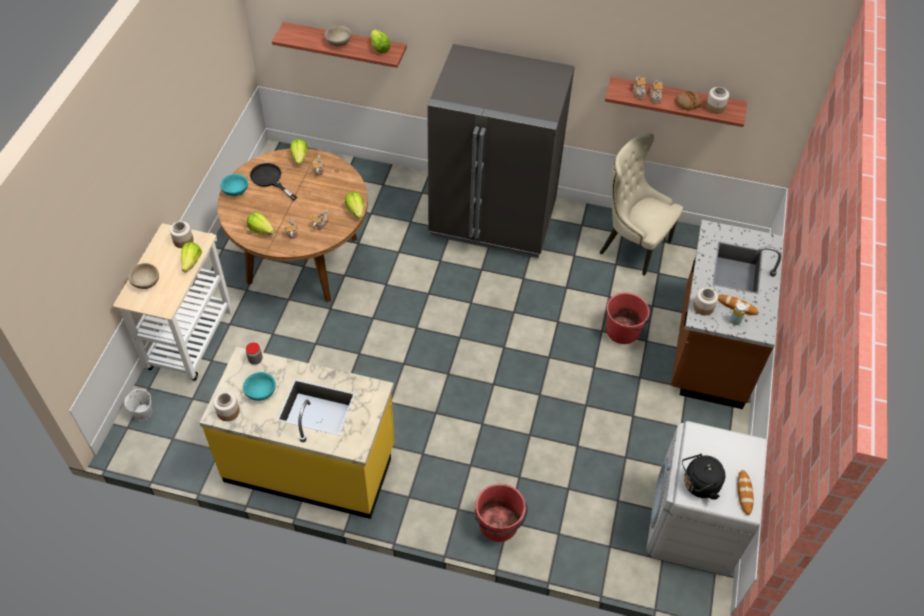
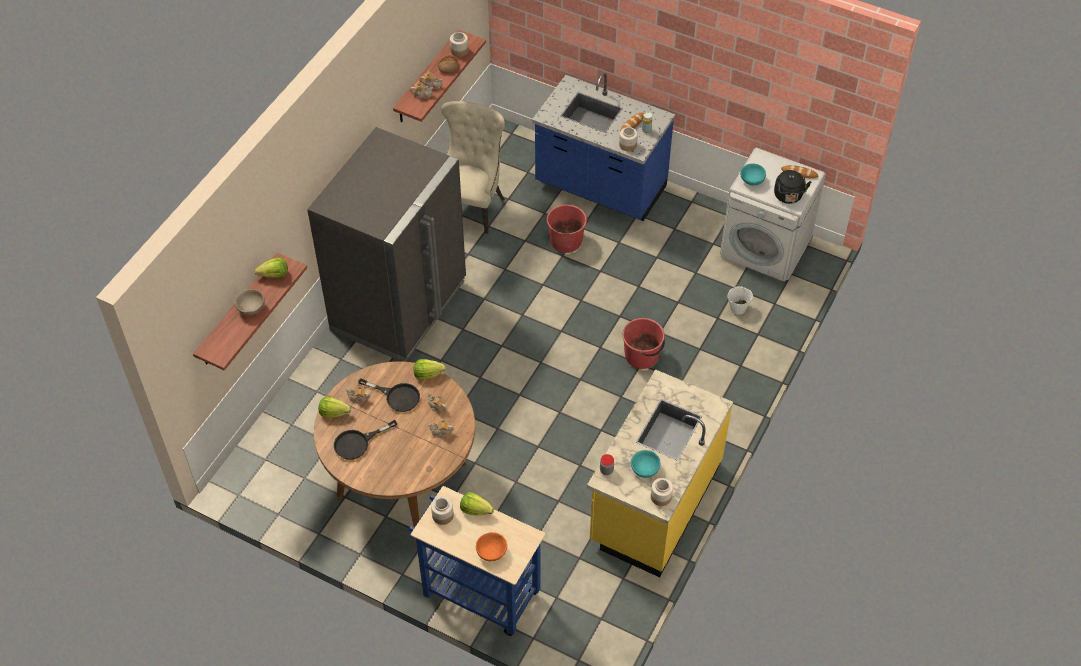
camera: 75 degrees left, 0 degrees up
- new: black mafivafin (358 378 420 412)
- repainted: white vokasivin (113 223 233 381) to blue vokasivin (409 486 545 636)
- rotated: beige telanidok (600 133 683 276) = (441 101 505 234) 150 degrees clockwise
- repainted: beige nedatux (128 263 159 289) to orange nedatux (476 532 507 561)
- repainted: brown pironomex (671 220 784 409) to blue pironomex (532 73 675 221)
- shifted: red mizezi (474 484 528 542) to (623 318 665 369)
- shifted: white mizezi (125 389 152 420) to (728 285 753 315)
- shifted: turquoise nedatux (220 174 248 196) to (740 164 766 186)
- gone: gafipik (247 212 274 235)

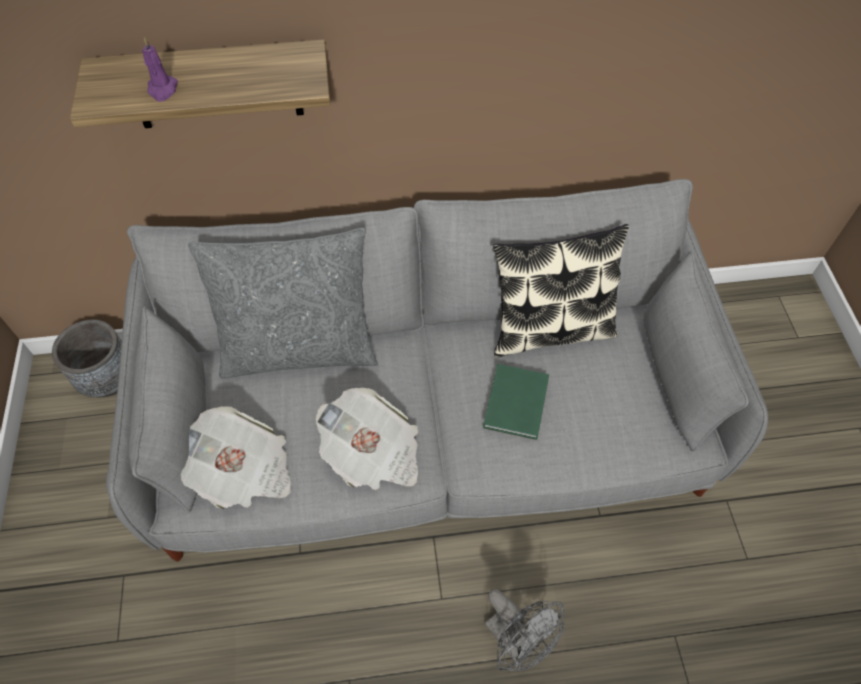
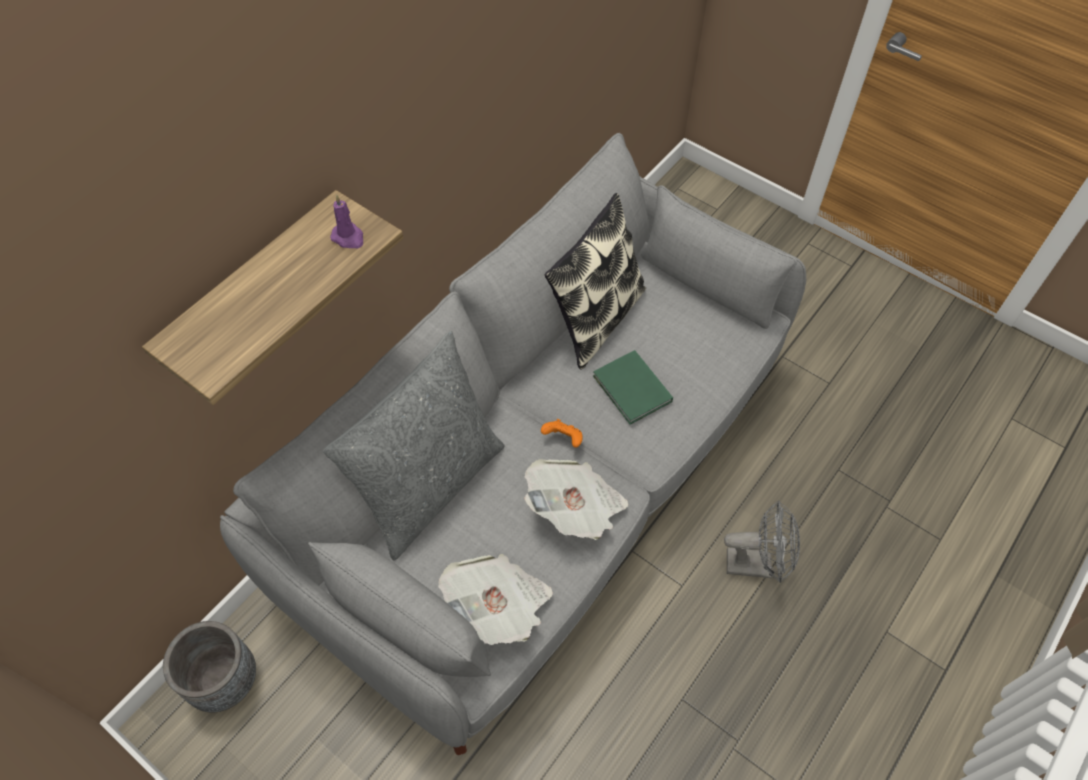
camera: 45 degrees left, 0 degrees up
- shifted: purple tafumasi (142 37 178 102) to (330 195 363 248)
- new: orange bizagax (541 419 583 447)

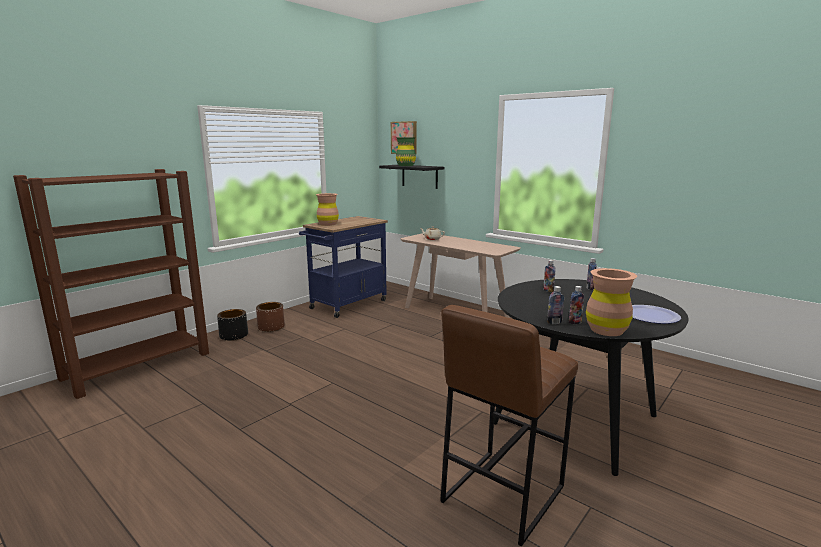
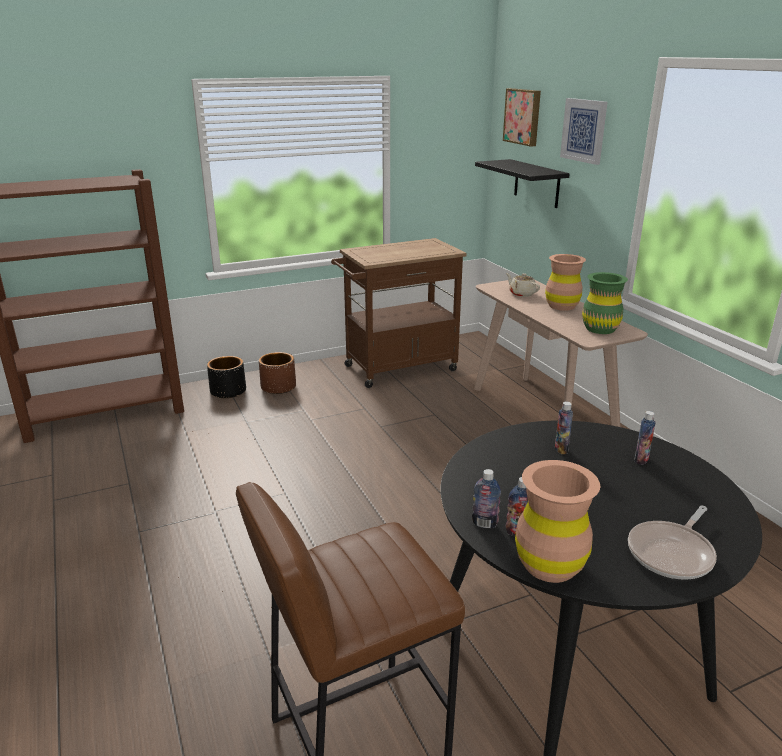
camera: 25 degrees right, 10 degrees up
- repainted: blue vokasivin (299 216 388 318) to brown vokasivin (331 238 467 388)
- shifted: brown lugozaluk (316 193 339 226) to (545 254 586 311)
- new: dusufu (560 98 608 165)
- shifted: green lugozaluk (396 137 416 166) to (582 272 628 334)
- swapped: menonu (632 305 681 324) to mafivafin (628 506 717 580)

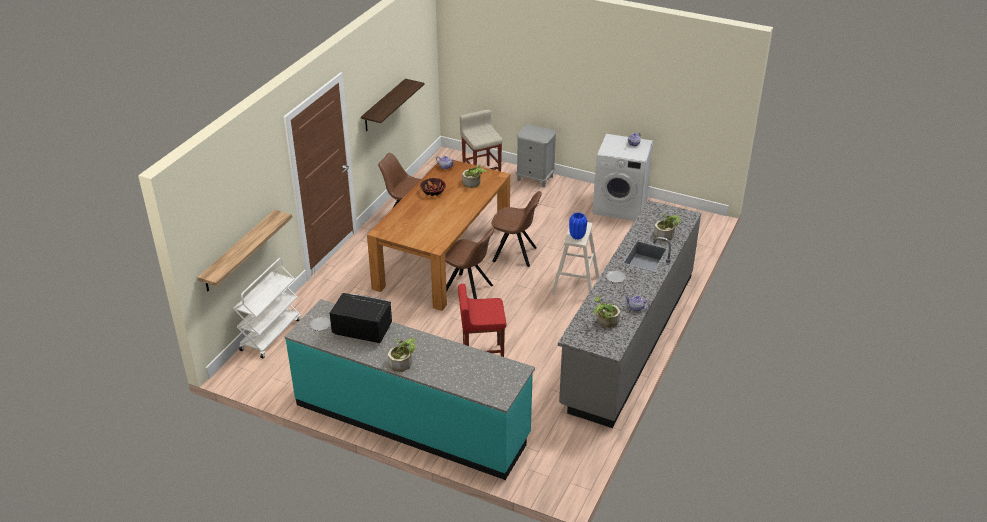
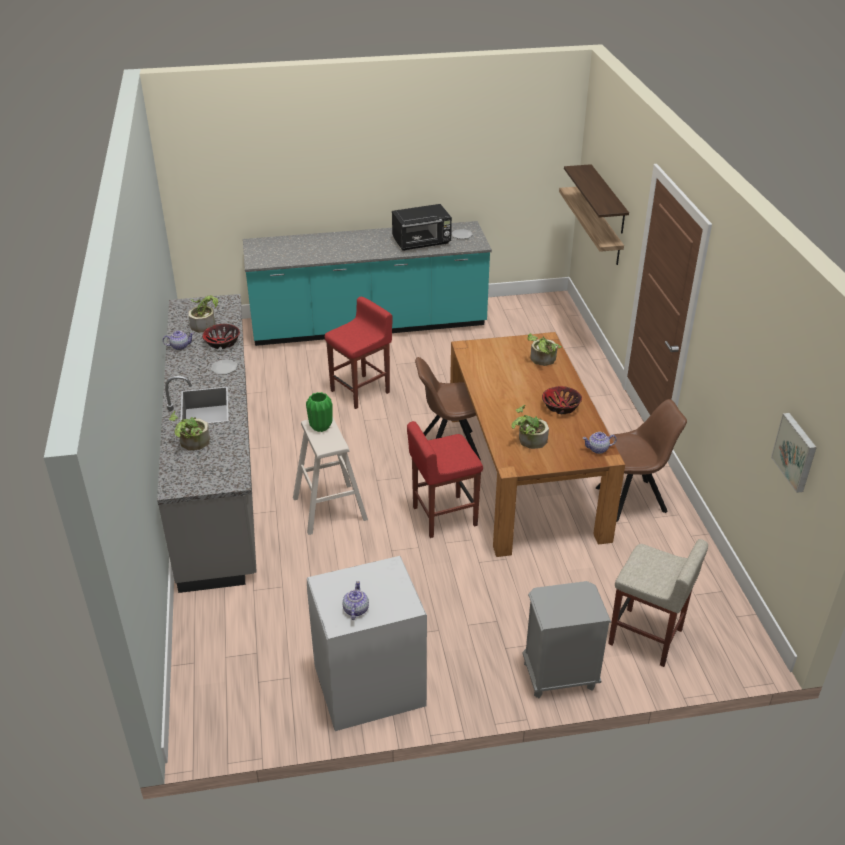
camera: 145 degrees right, 0 degrees up
- new: nedatux (202 324 240 349)
- repainted: blue lugozaluk (569 212 587 240) to green lugozaluk (306 392 333 432)
- swapped: brown telanidok (492 191 542 267) to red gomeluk (407 421 483 538)
- shifted: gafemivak (388 338 416 372) to (527 333 562 366)
- shifted: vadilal (361 79 424 131) to (564 164 629 234)
- new: dusufu (771 413 817 493)
- gone: white vokasivin (233 258 301 359)

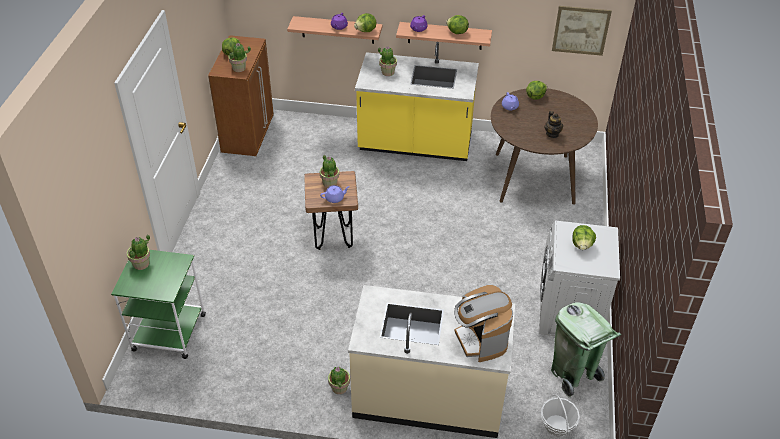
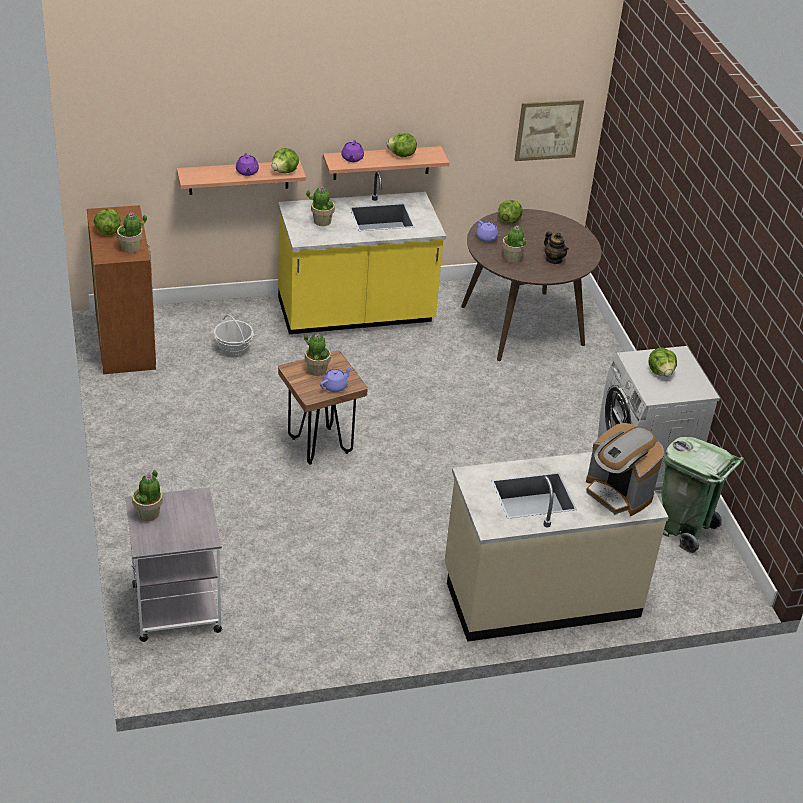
camera: 25 degrees left, 5 degrees down
- repainted: green vokasivin (111 250 206 359) to grey vokasivin (125 487 222 642)
- shifted: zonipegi (541 394 580 437) to (214 315 254 357)
- shifted: gafemivak (328 367 350 394) to (502 225 526 262)

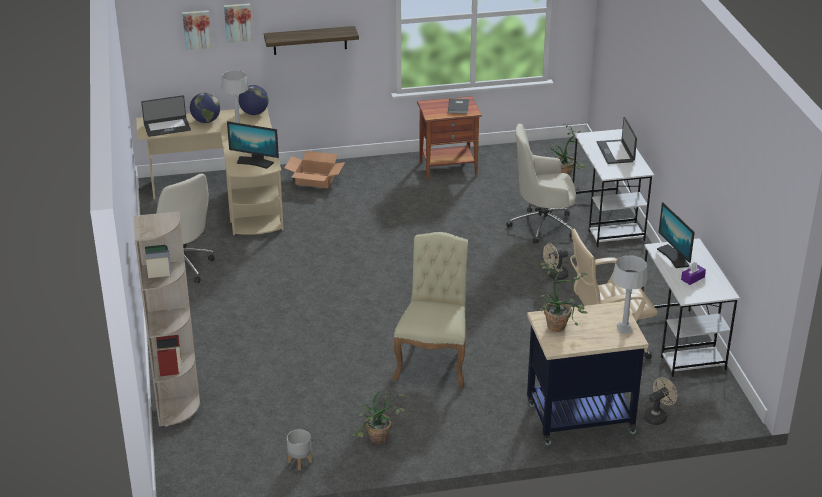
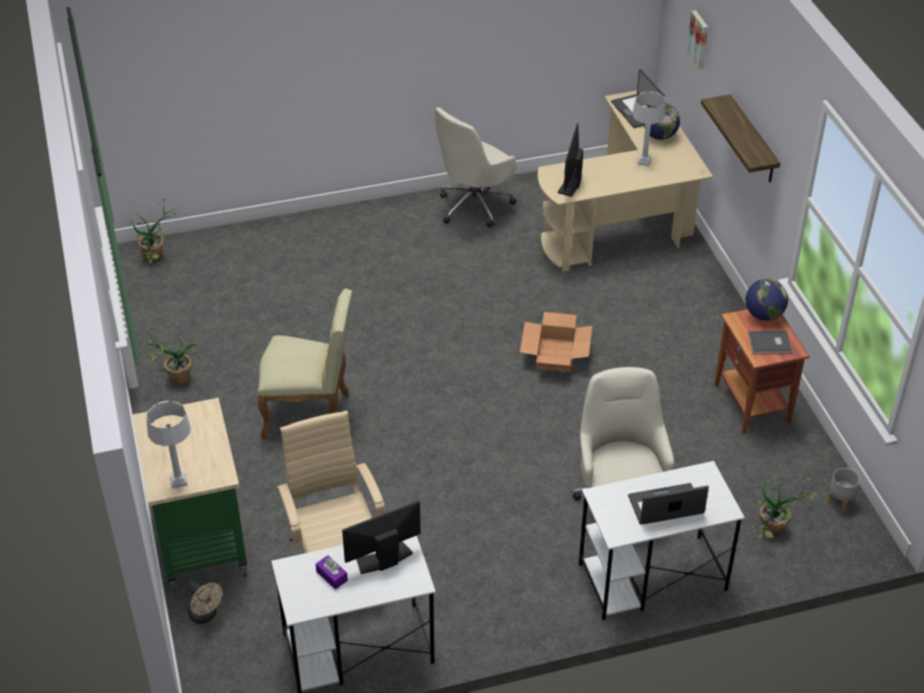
camera: 85 degrees right, 10 degrees up
- shifted: gafemivak (539 262 588 332) to (130 199 176 263)
- repainted: blue vokasivin (527 301 648 446) to green vokasivin (132 398 247 592)
- shifted: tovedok (285 151 345 188) to (520 312 592 372)
- shifted: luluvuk (238 85 269 115) to (745 279 788 321)
- shifted: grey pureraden (287 429 312 470) to (827 468 860 511)
- gone: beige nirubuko (134 211 200 427)
- gone: dusufu (224 3 253 43)
- gone: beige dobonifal (543 243 568 280)

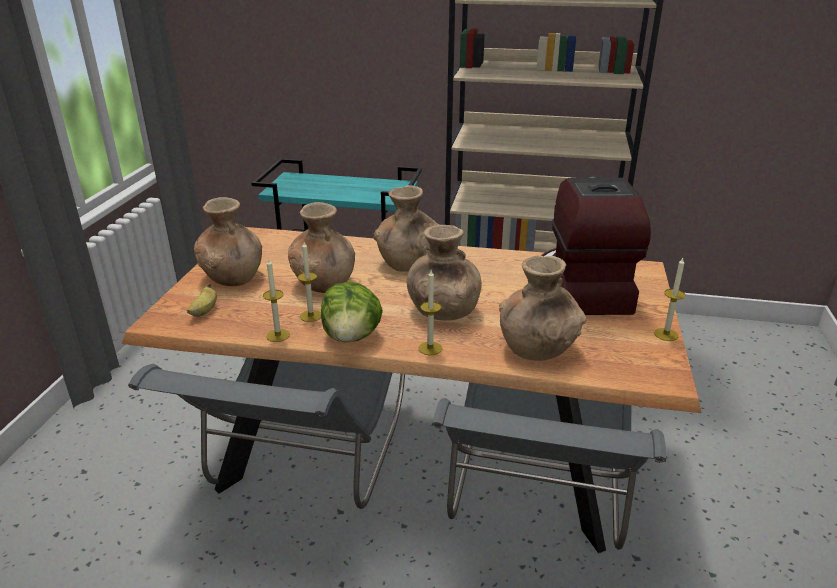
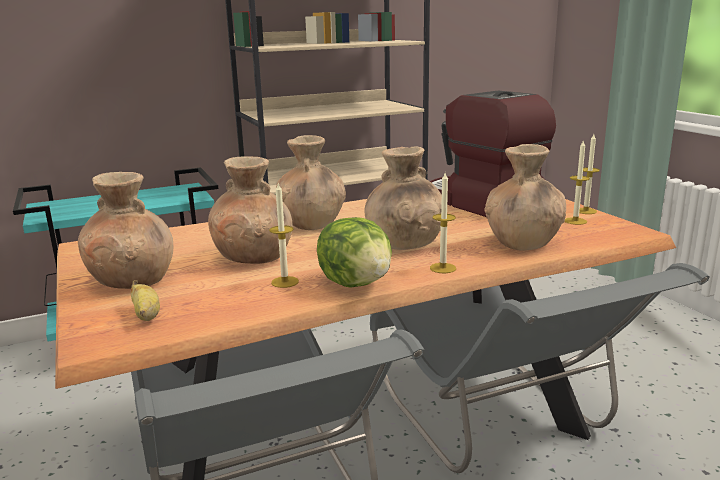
camera: 35 degrees left, 10 degrees down
- shifted: tafumasi (263 259 290 342) to (565 141 590 225)

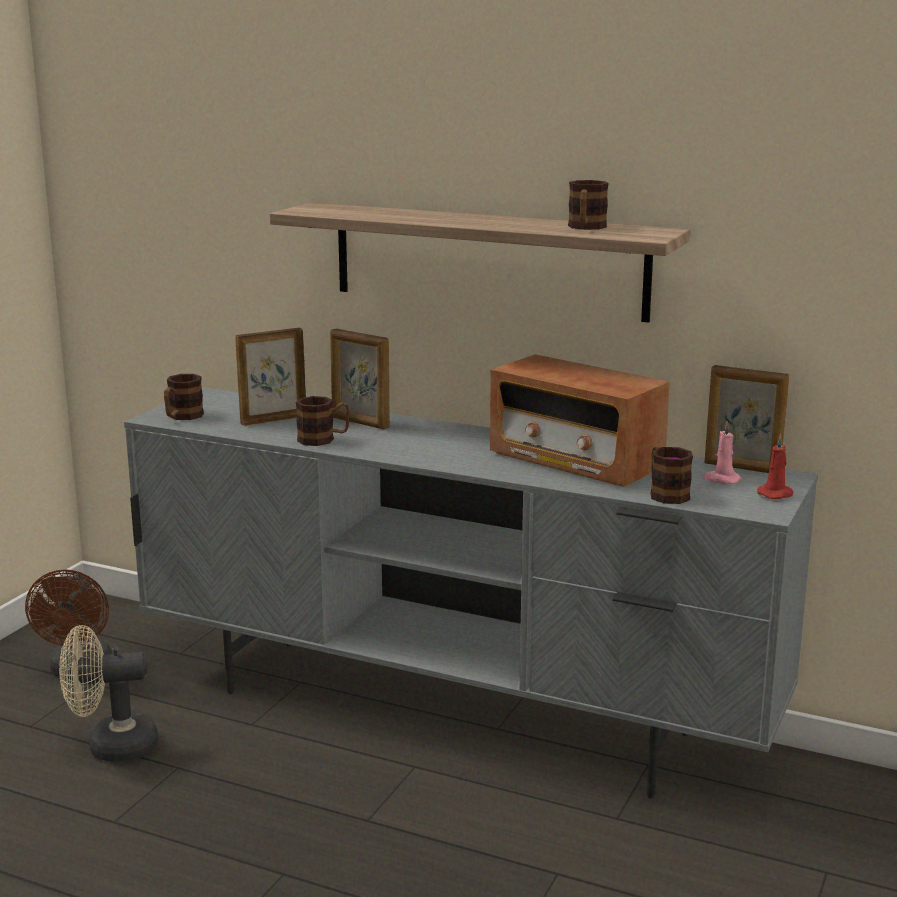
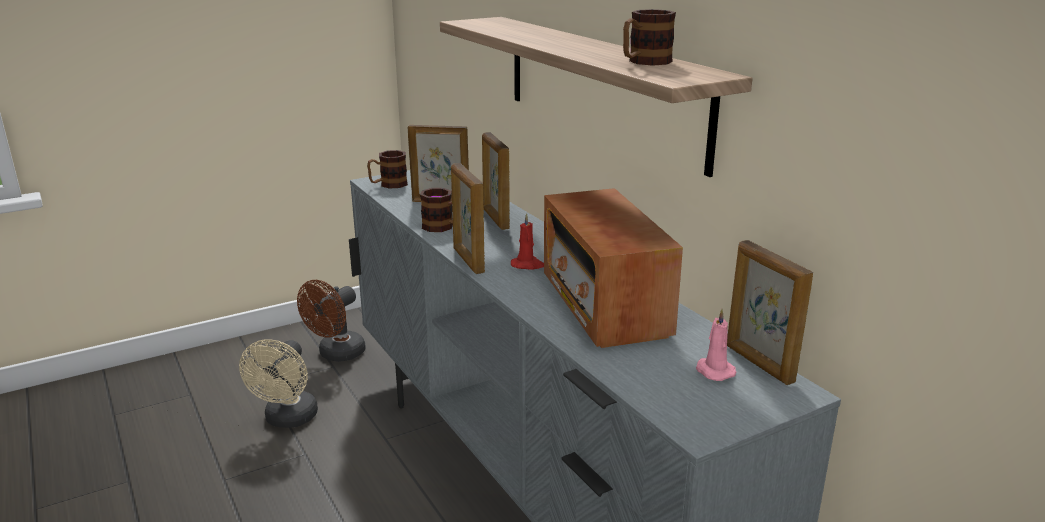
camera: 35 degrees right, 5 degrees up
- rotated: beige dobonifal (59 625 158 762) = (239 339 318 428) 105 degrees counterclockwise
- new: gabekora (451 163 485 274)
- shifted: red tafumasi (757 434 793 499) to (511 213 544 270)
- gone: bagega (650 446 693 504)

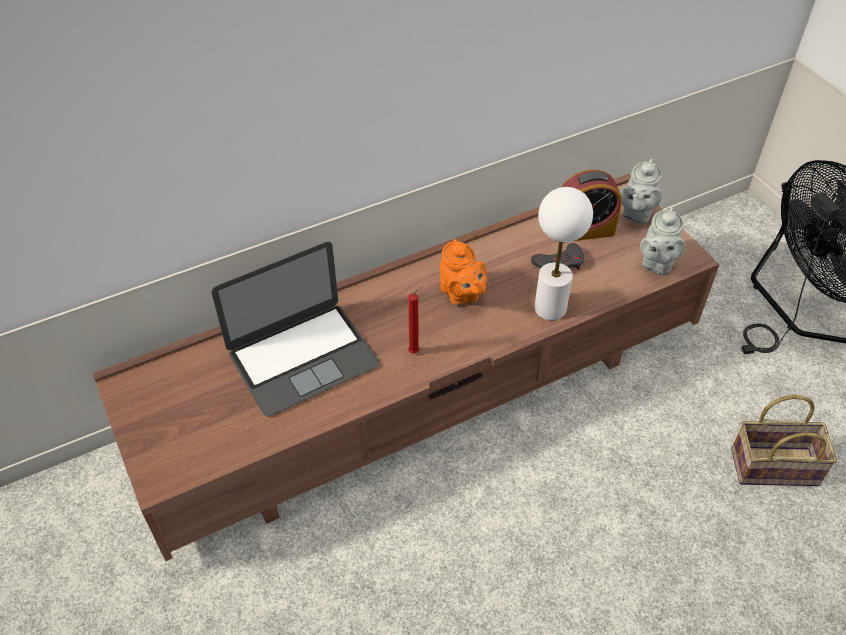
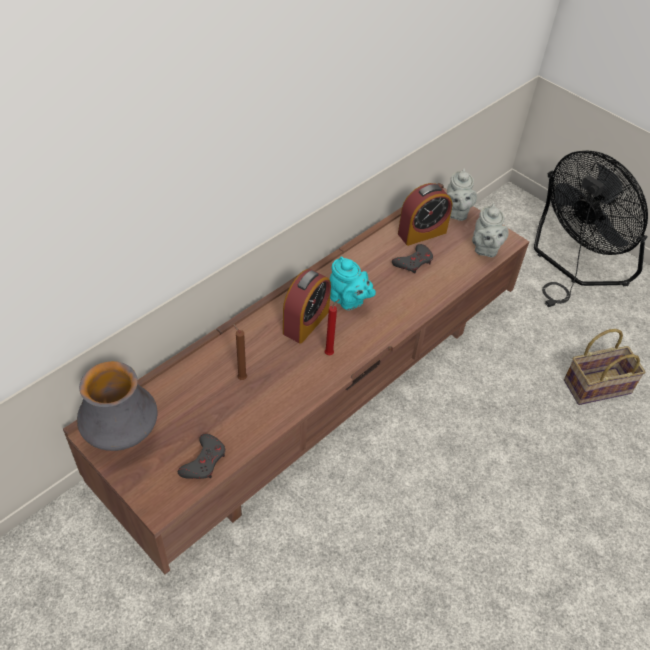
camera: 20 degrees left, 0 degrees up
- new: lugozaluk (77 361 158 451)
- new: grey bizagax (178 434 225 479)
- swapped: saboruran (212 242 380 417) to brown tafumasi (233 323 247 380)
- new: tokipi (283 269 331 344)
- repainted: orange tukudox (440 239 487 306) to turquoise tukudox (330 256 376 311)
- gone: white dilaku (534 187 593 320)

